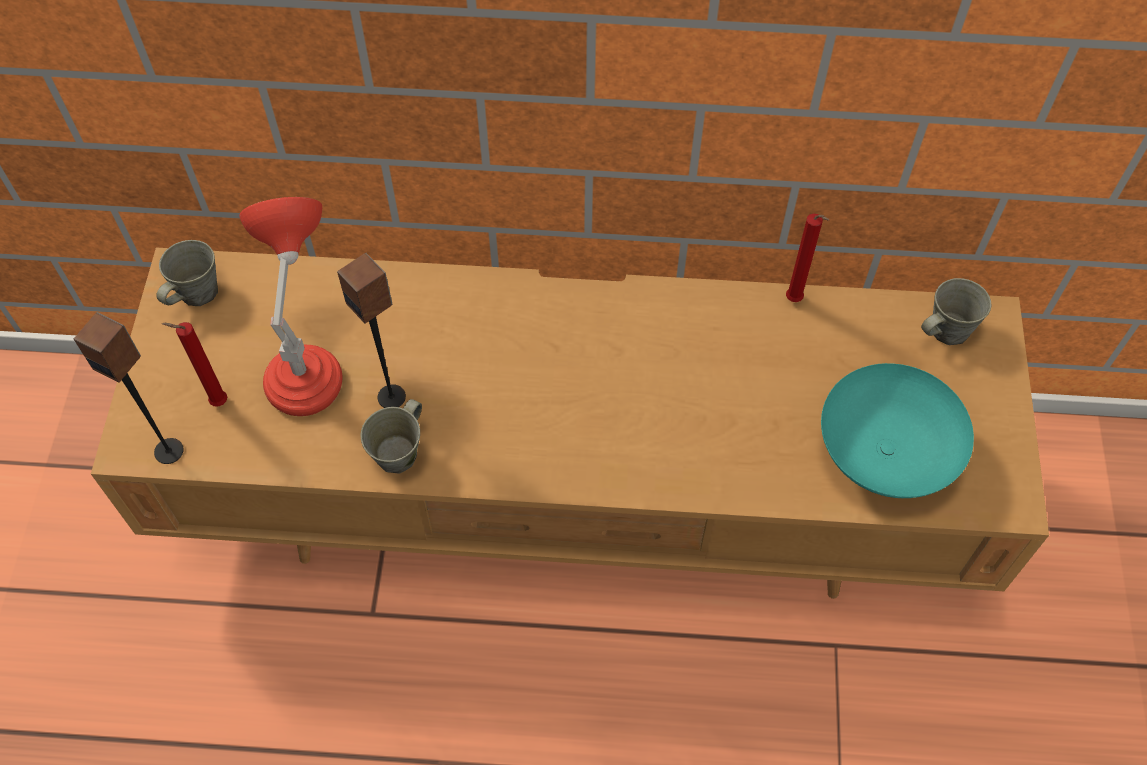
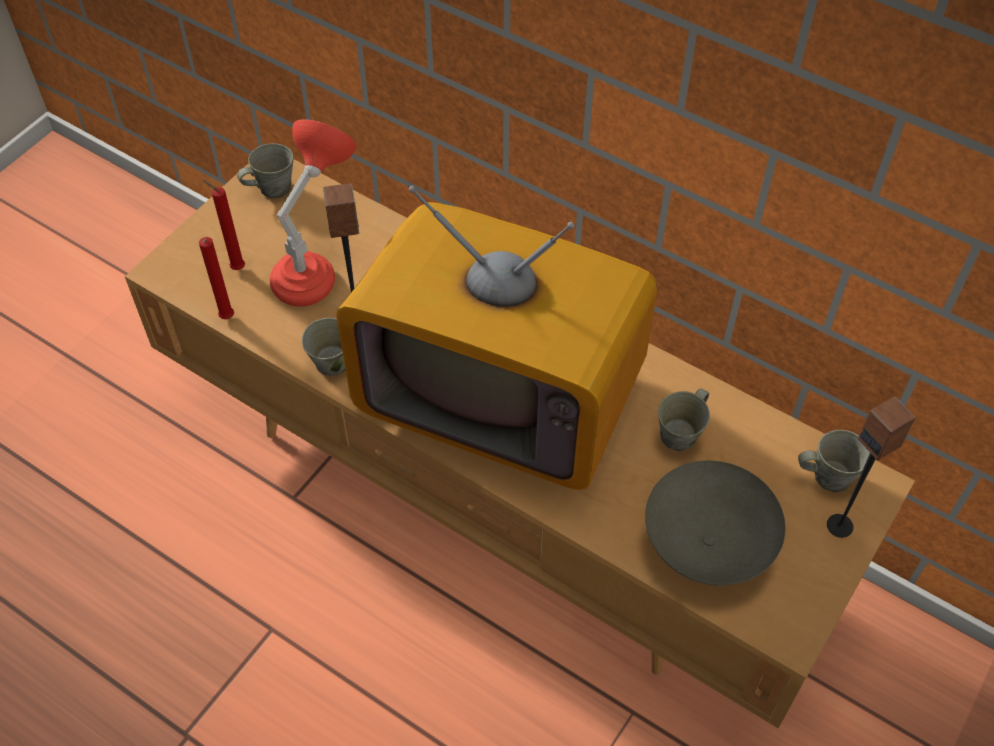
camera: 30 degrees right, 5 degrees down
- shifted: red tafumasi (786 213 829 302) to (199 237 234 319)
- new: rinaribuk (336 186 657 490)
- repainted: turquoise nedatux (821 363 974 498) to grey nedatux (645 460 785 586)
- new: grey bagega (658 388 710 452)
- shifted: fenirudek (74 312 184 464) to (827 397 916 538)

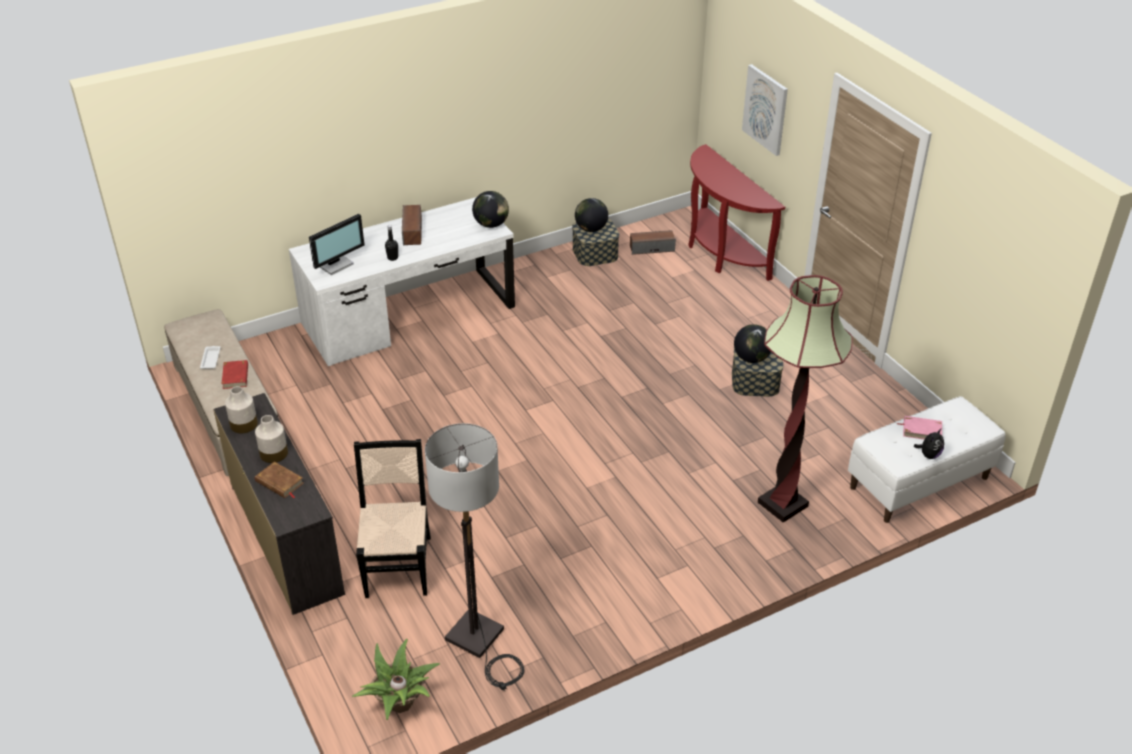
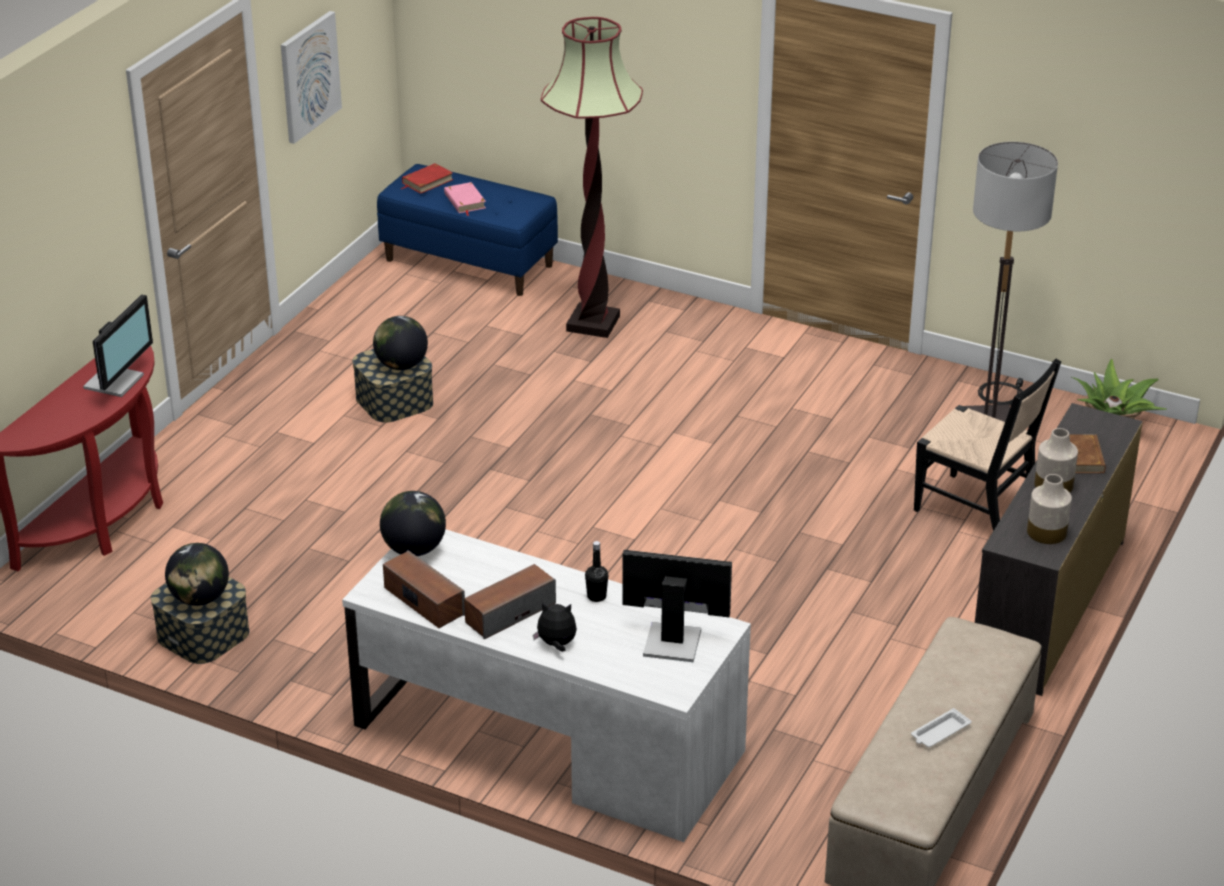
camera: 125 degrees left, 5 degrees down
- new: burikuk (83 294 153 397)
- shifted: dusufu (742 64 788 156) to (281 11 342 144)
- repainted: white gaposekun (848 396 1006 523) to blue gaposekun (377 164 558 296)
- shifted: fenirudek (630 230 676 255) to (383 550 465 628)
- shifted: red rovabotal (222 360 248 389) to (401 163 453 194)
- shifted: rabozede (914 429 944 459) to (533 603 577 652)
- rotated: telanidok (354 439 431 598) = (914 359 1061 531) 105 degrees counterclockwise

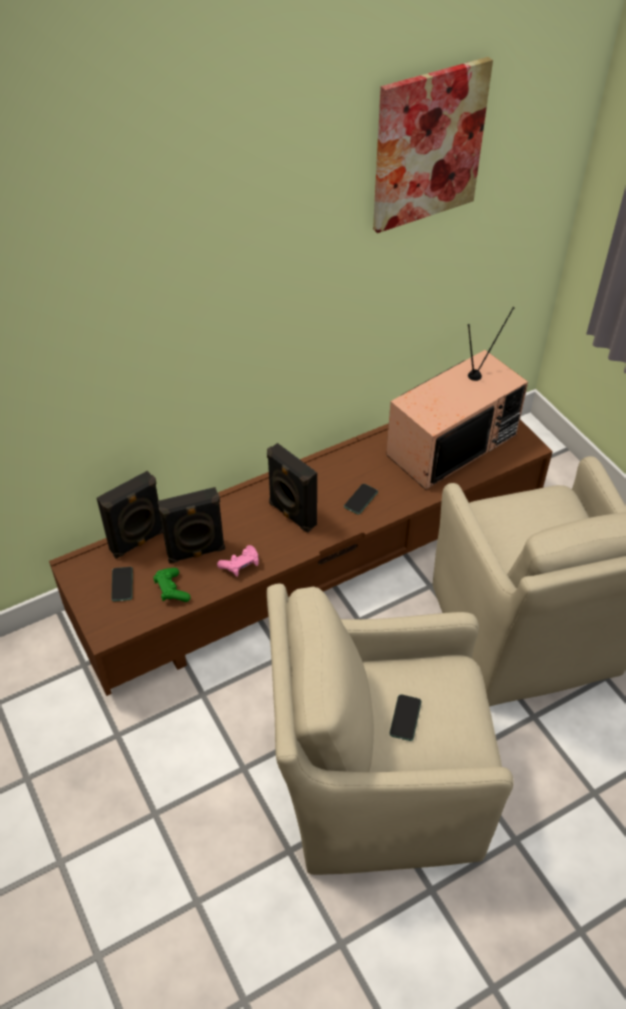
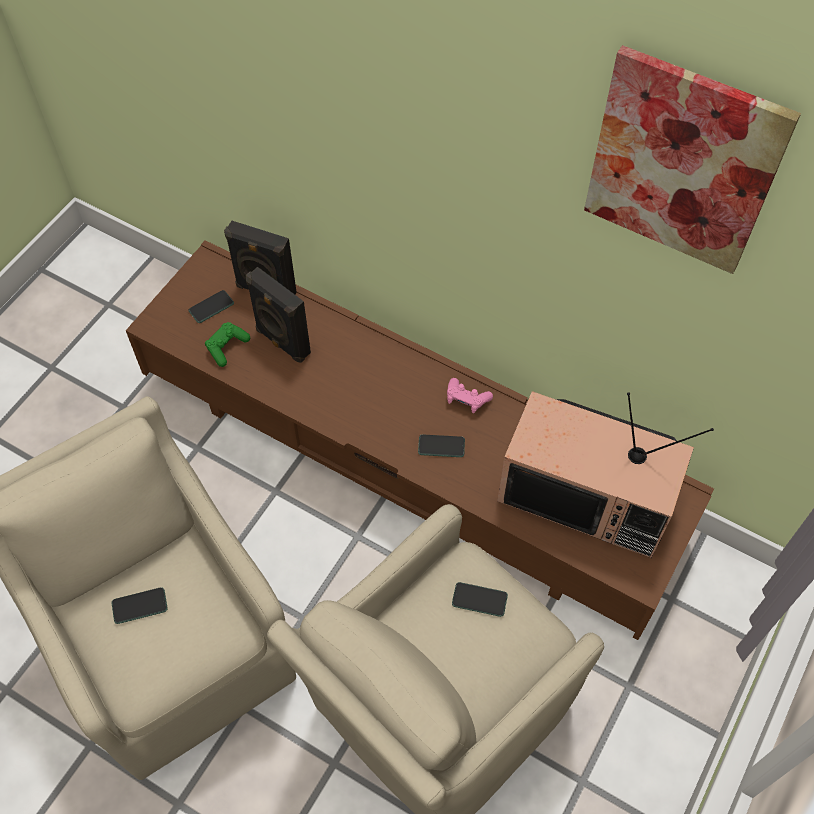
camera: 60 degrees right, 10 degrees up
- shifted: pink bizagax (217 545 259 577) to (447 378 493 413)
- new: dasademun (452 582 508 617)
- gone: black fenirudek (267 443 317 533)

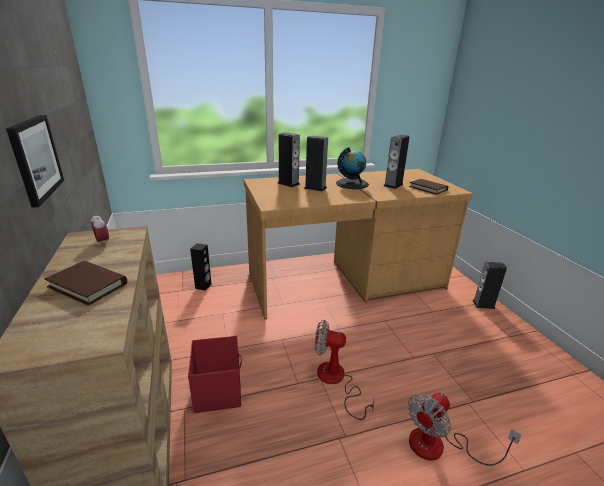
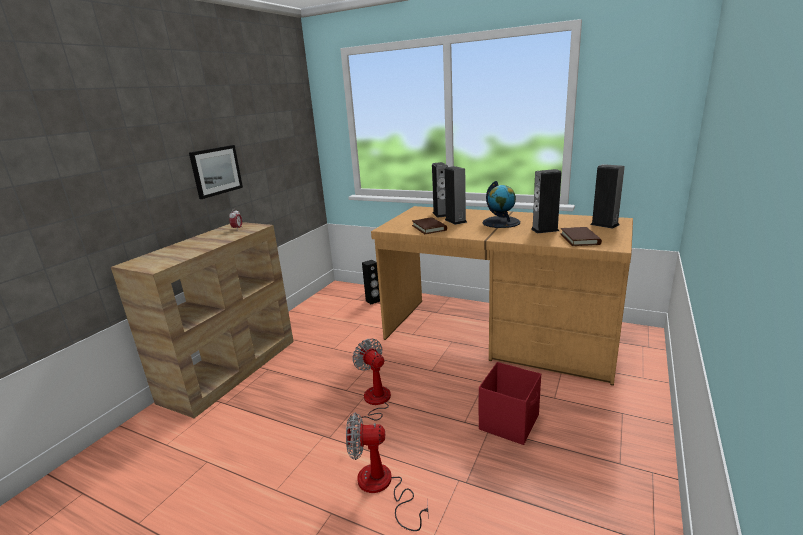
camera: 45 degrees right, 5 degrees down
- shifted: brown rovabotal (44 261 127 306) to (412 218 447 234)
- shifted: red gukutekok (188 336 242 413) to (479 362 541 445)
- shifted: fenirudek (472 262 507 309) to (590 164 625 229)

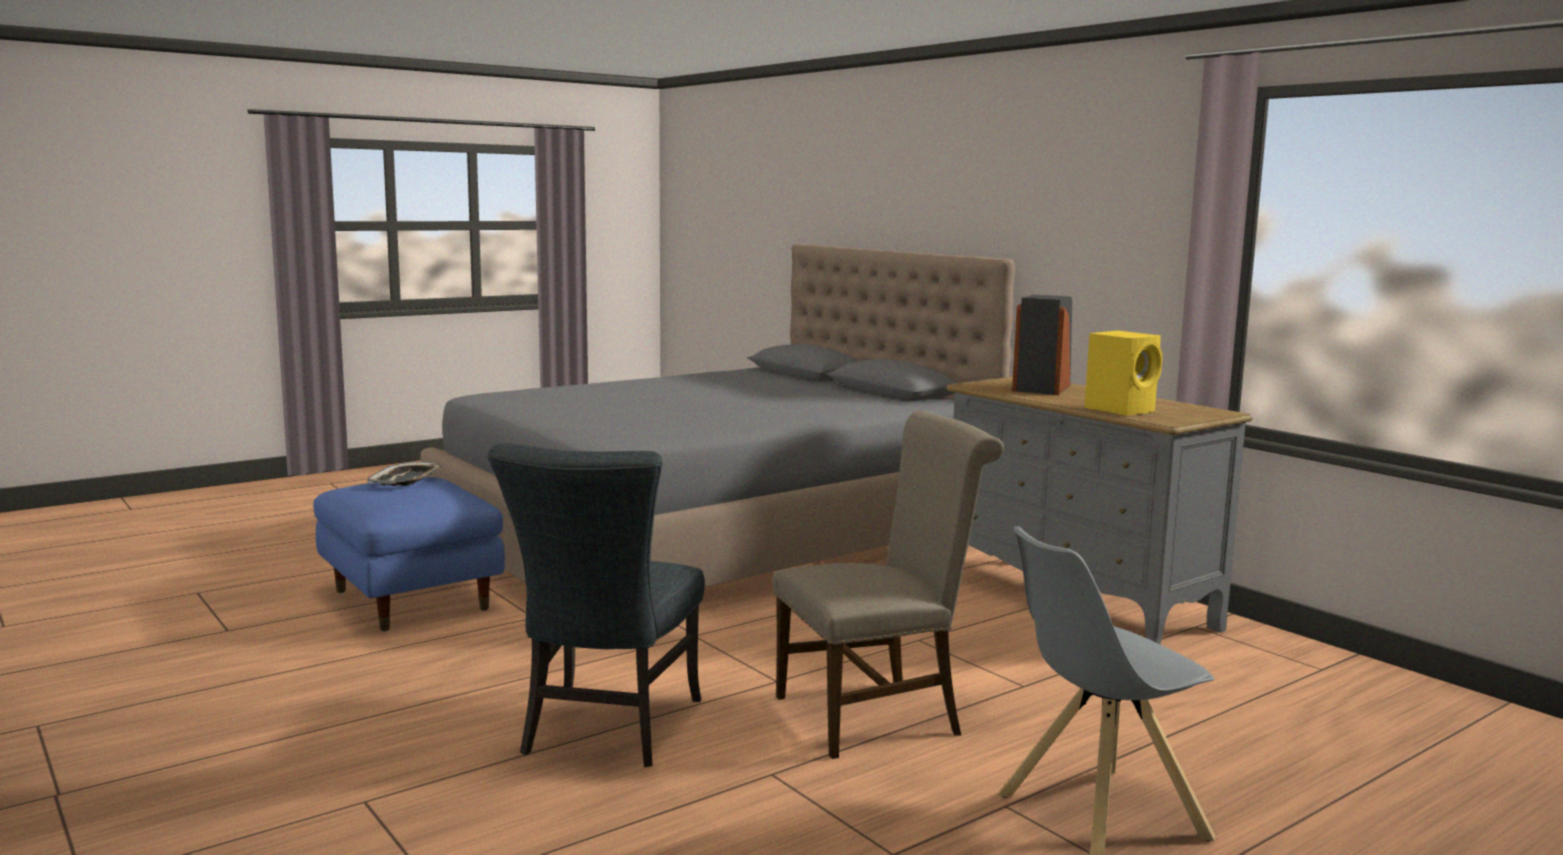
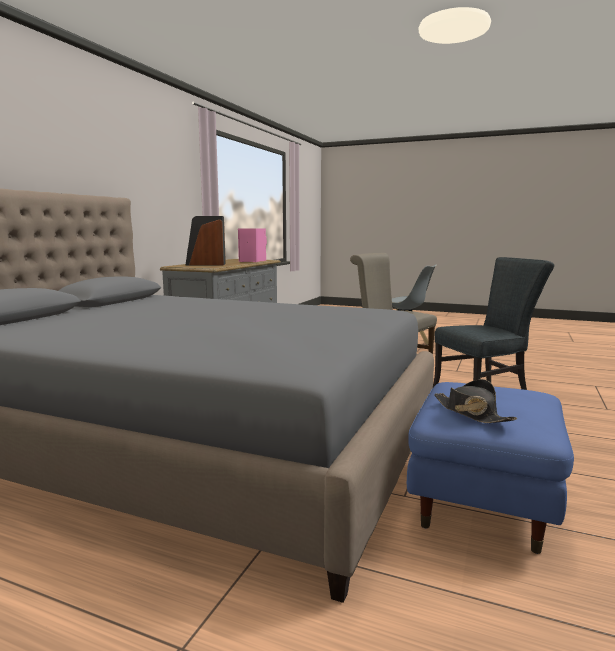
camera: 120 degrees left, 0 degrees up
- repainted: yellow fenirudek (1084 331 1163 416) to pink fenirudek (238 228 267 262)
- swapped: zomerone (367 462 443 486) to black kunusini (434 379 517 423)

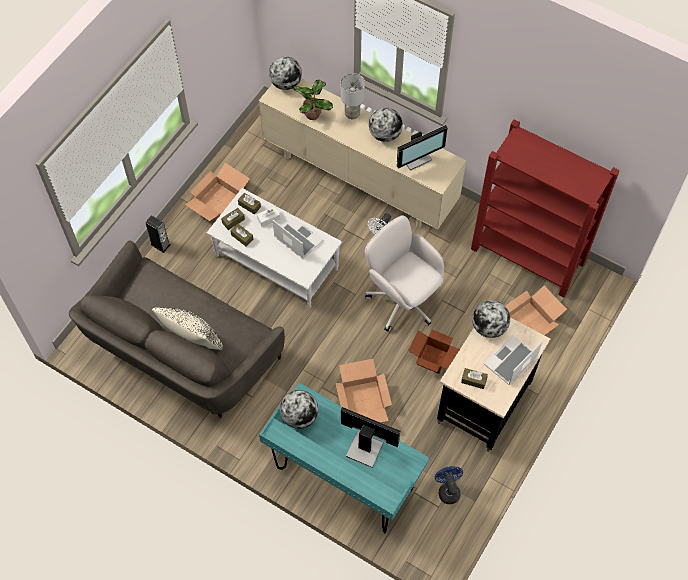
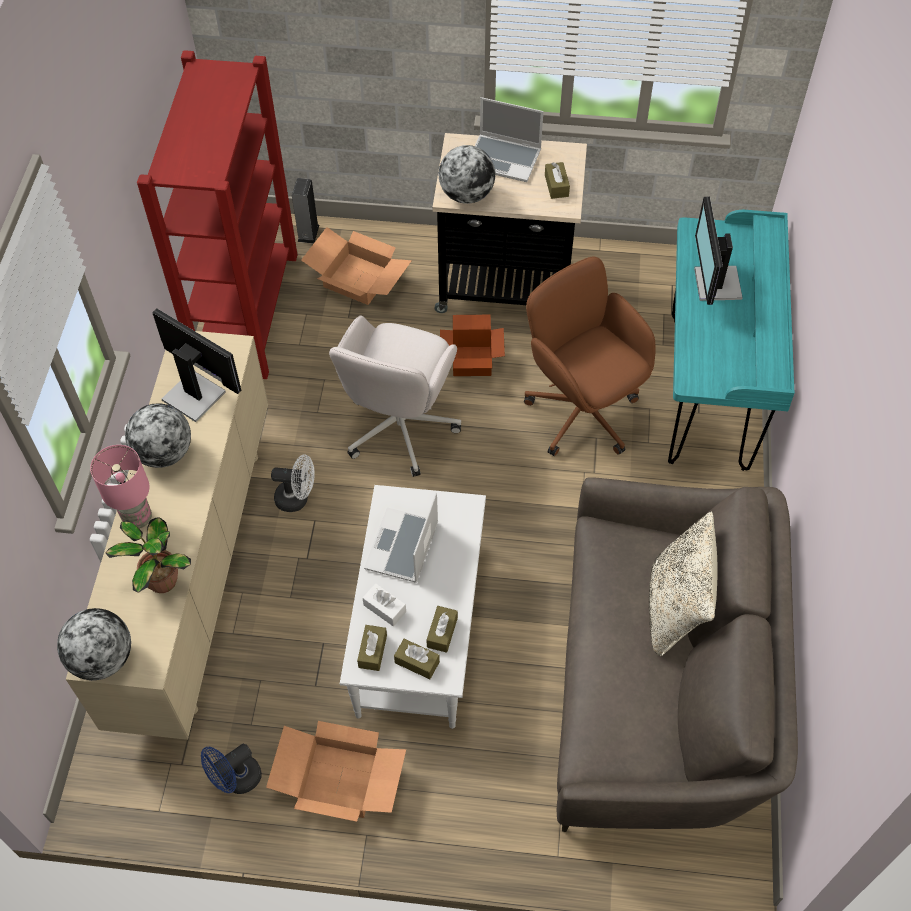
camera: 115 degrees left, 5 degrees down
- repainted: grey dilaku (341 73 365 119) to pink dilaku (90 445 152 529)
- shifted: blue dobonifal (435 466 463 504) to (201 744 262 794)
- shifted: fenirudek (145 215 170 253) to (292 178 319 244)
- swapped: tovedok (335 359 392 422) to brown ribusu (524 257 656 456)
- gone: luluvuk (280 390 318 429)

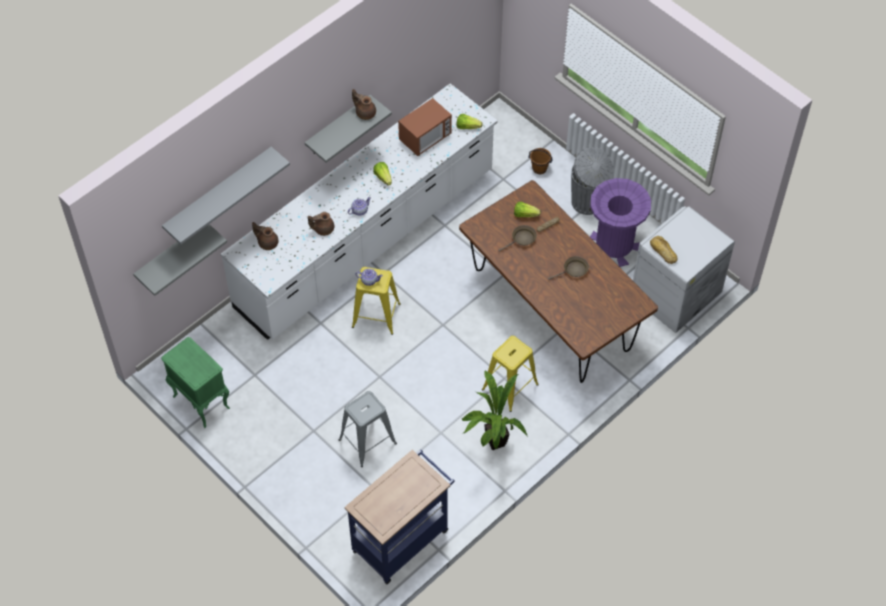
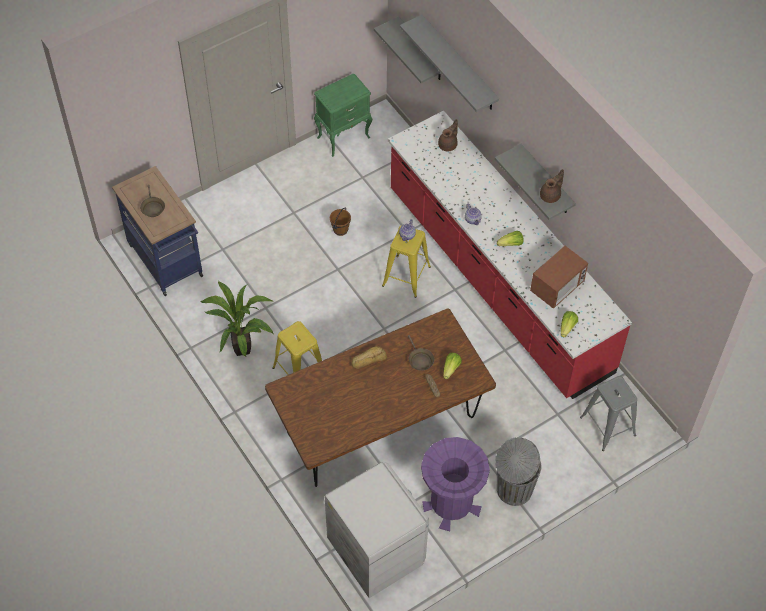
camera: 100 degrees right, 0 degrees up
- shifted: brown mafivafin (548 256 589 280) to (140 185 165 217)
- shifted: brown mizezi (529 148 552 174) to (330 208 351 236)
- shifted: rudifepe (650 236 678 264) to (352 346 387 369)
- repainted: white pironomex (221 83 497 340) to red pironomex (388 111 632 399)
- rotated: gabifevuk (398 98 452 156) = (530 245 588 309) 105 degrees counterclockwise
- shifted: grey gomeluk (339 391 397 467) to (580 376 637 451)
- gone: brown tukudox (308 212 334 236)

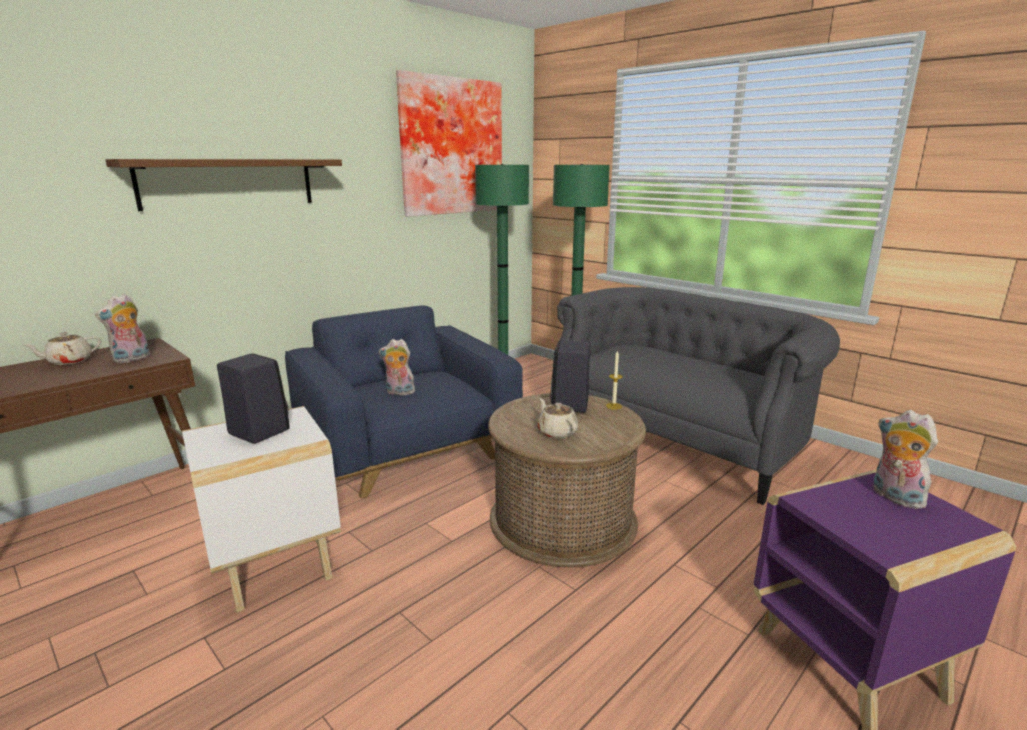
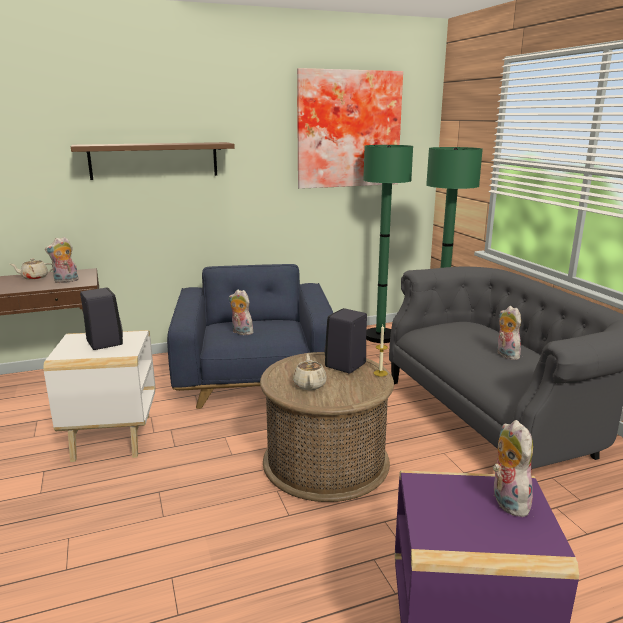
camera: 25 degrees right, 0 degrees up
- new: rabozede (497 306 522 360)

